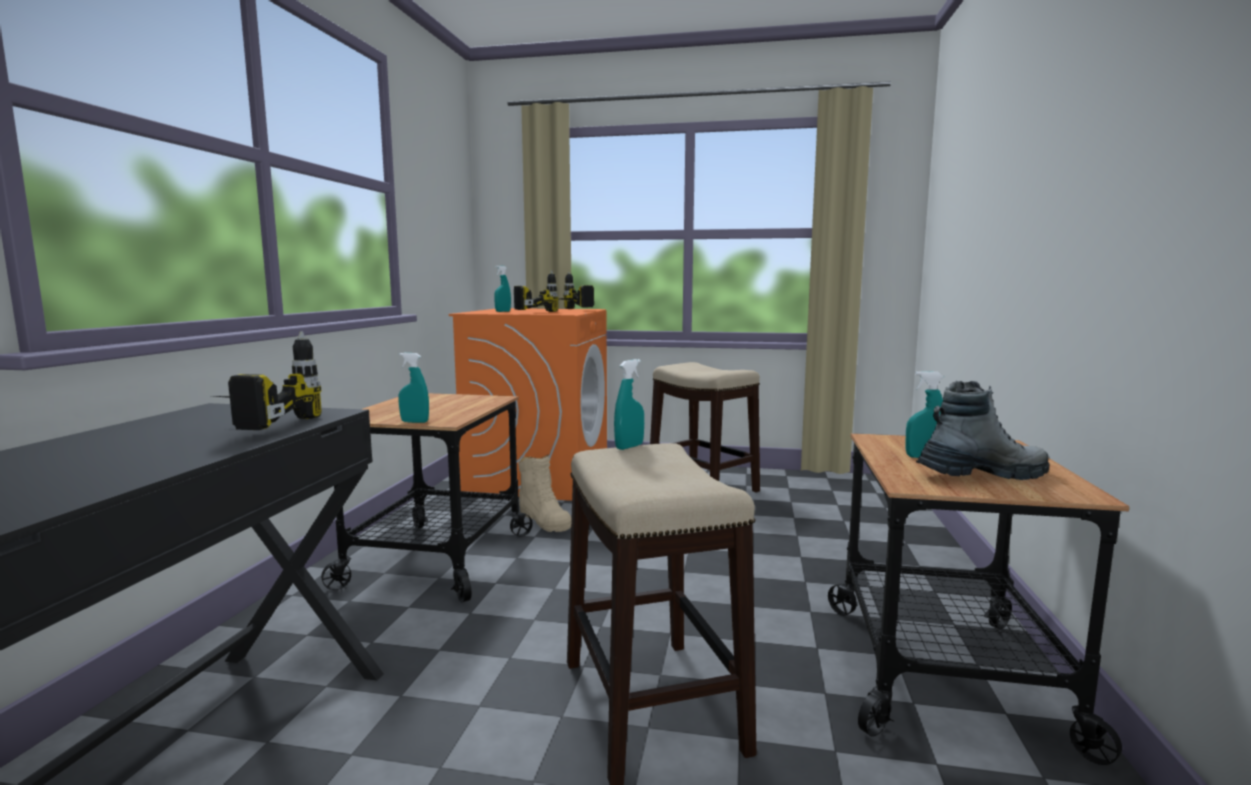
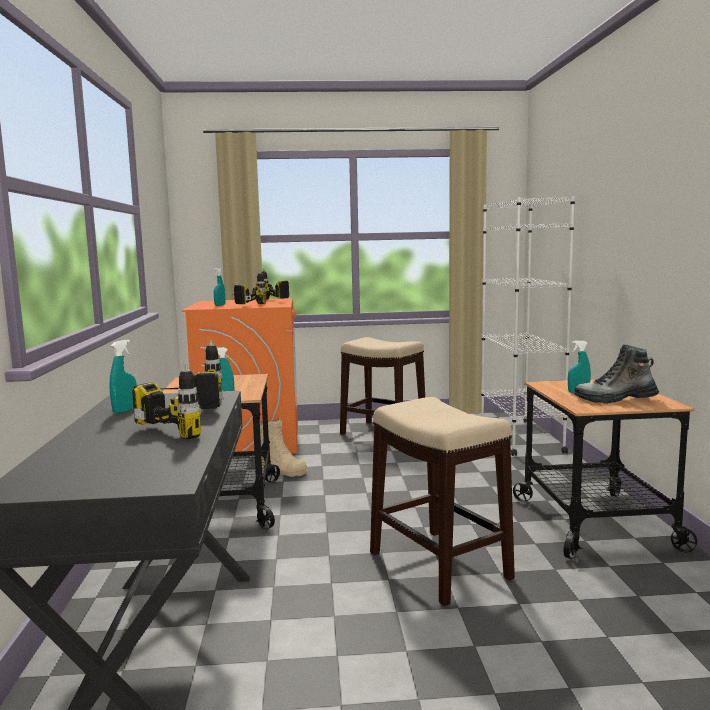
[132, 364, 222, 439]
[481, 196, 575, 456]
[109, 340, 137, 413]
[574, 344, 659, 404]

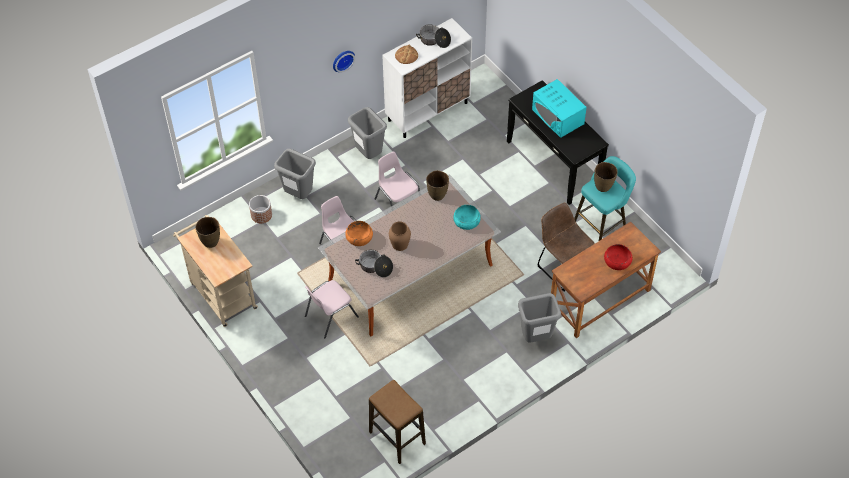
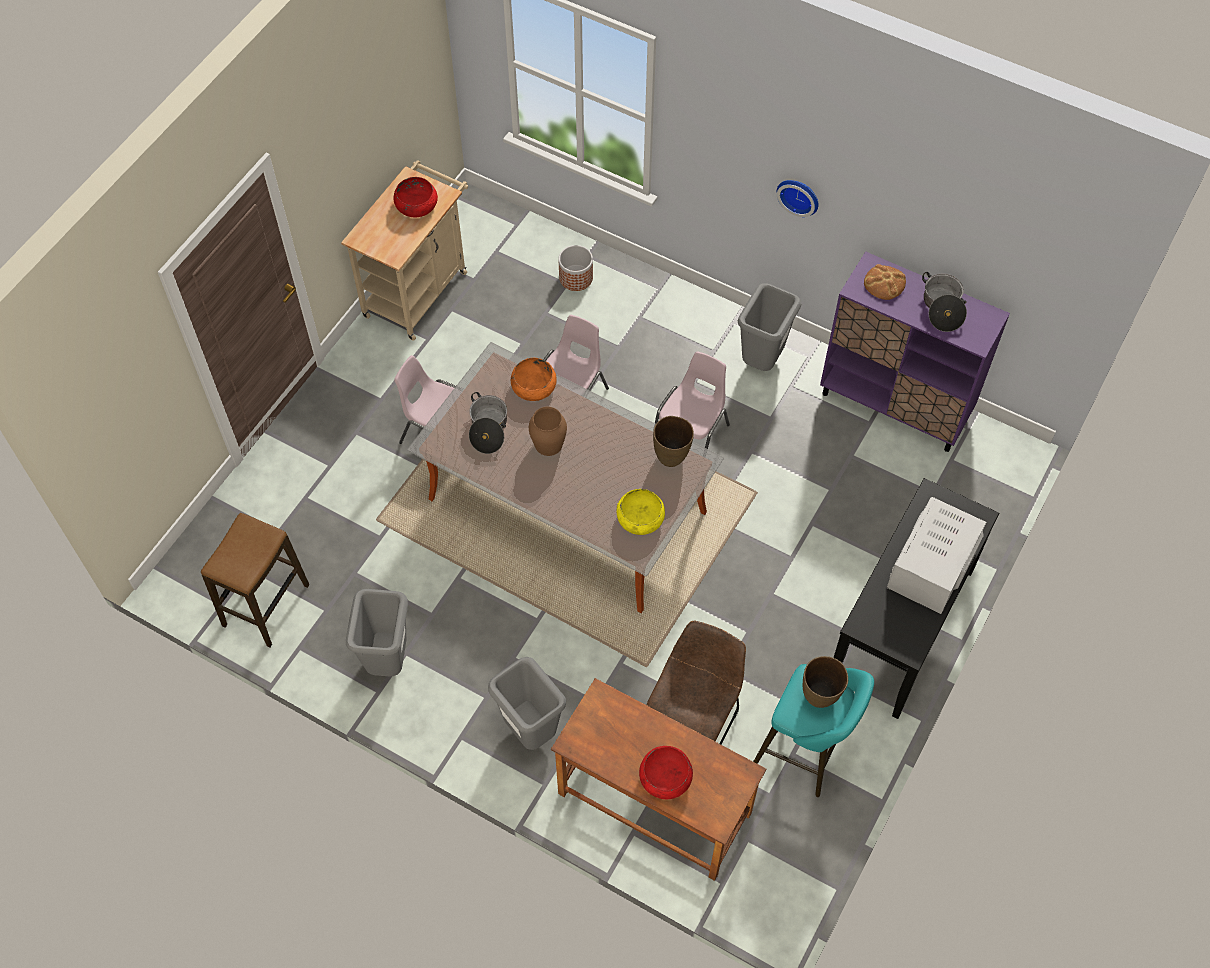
[346, 589, 408, 676]
[393, 177, 438, 217]
[820, 251, 1010, 452]
[617, 489, 665, 535]
[887, 497, 986, 614]

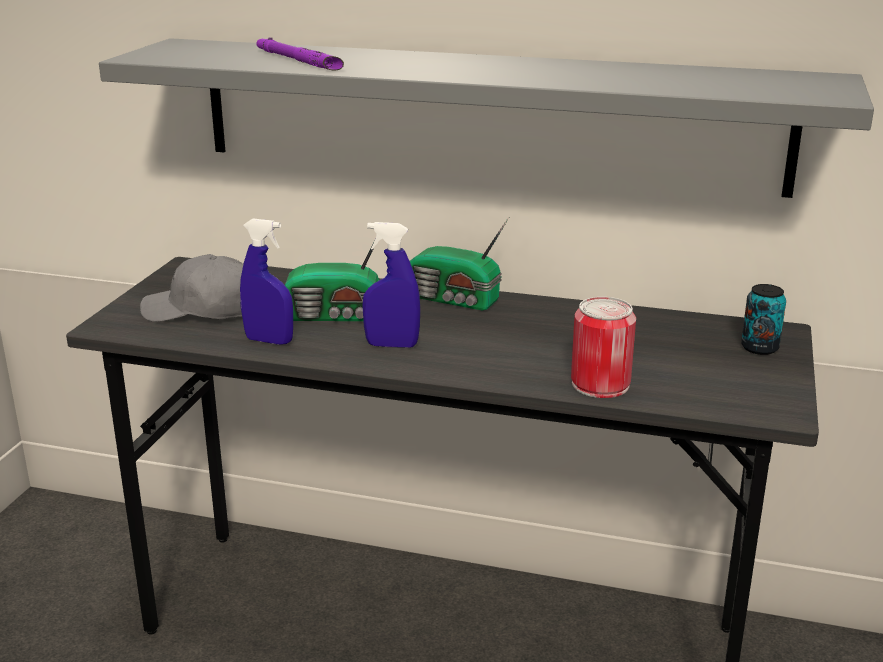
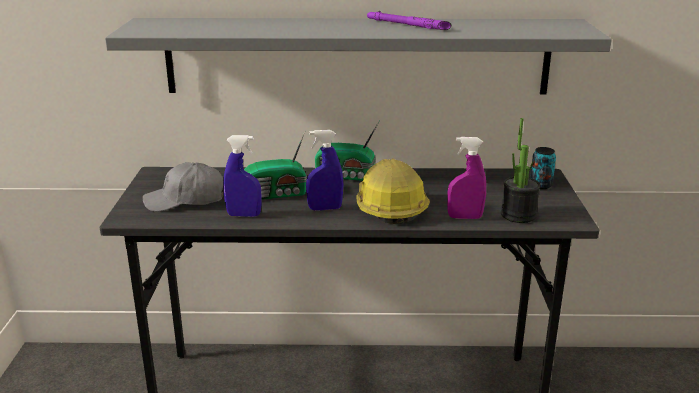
[356, 158, 430, 224]
[501, 118, 540, 223]
[367, 11, 451, 30]
[447, 137, 486, 219]

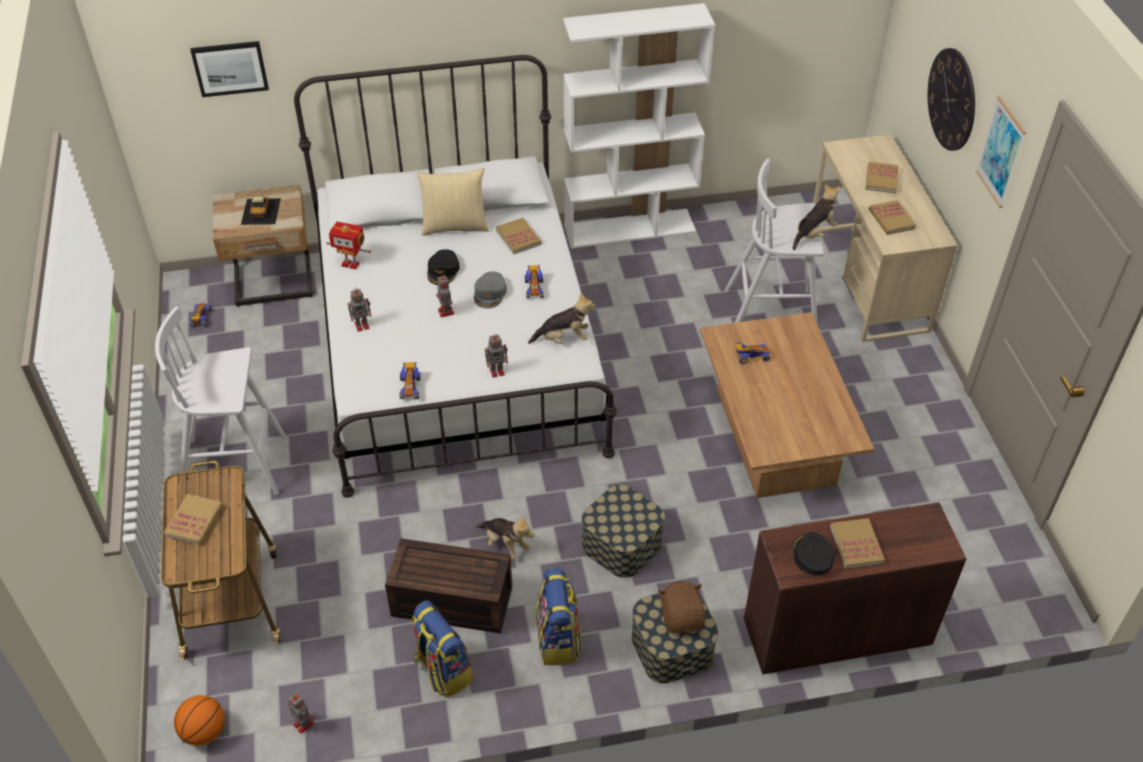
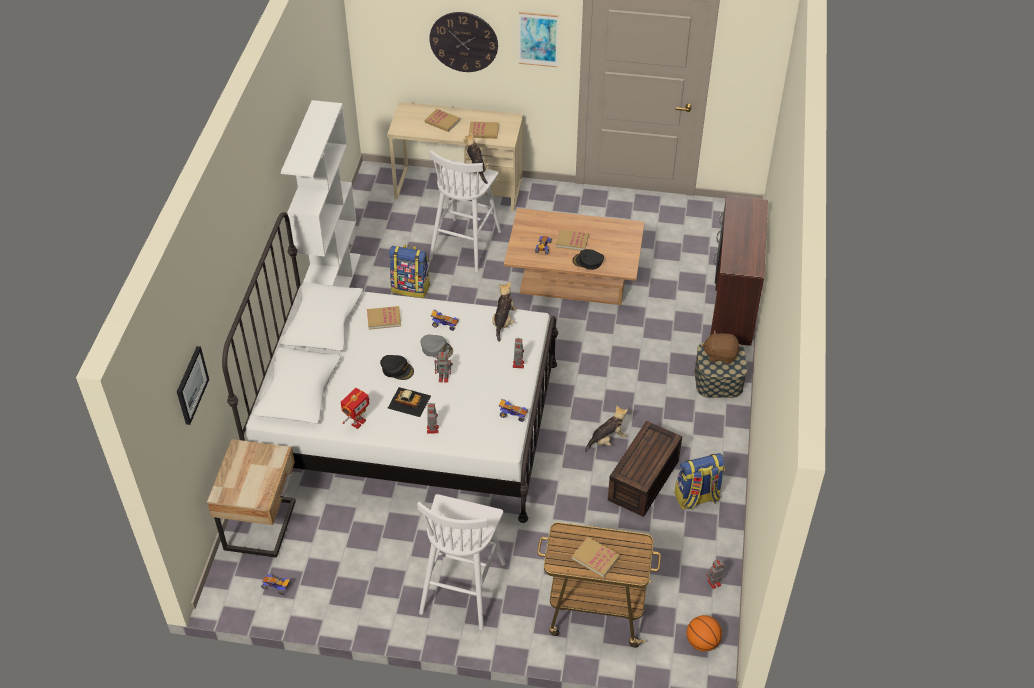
[417, 168, 489, 236] (first image)
[582, 485, 665, 578] (first image)
[388, 387, 431, 417]
[388, 245, 430, 298]
[573, 249, 604, 270]
[555, 229, 589, 250]

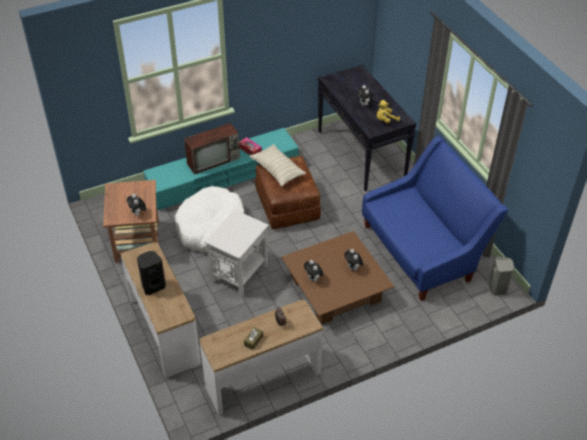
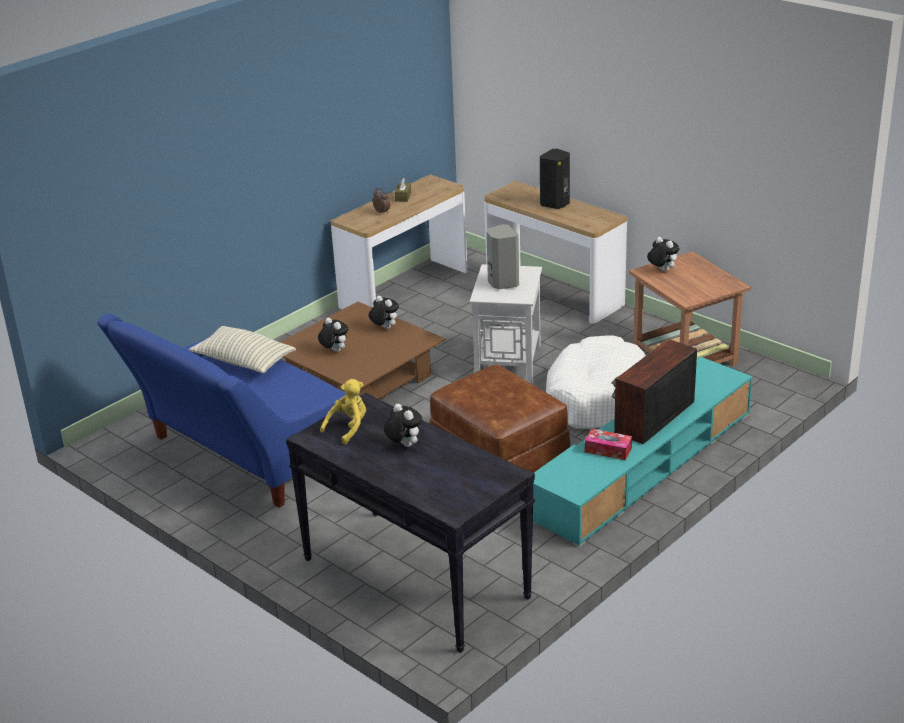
[189, 326, 296, 373]
[486, 224, 519, 289]

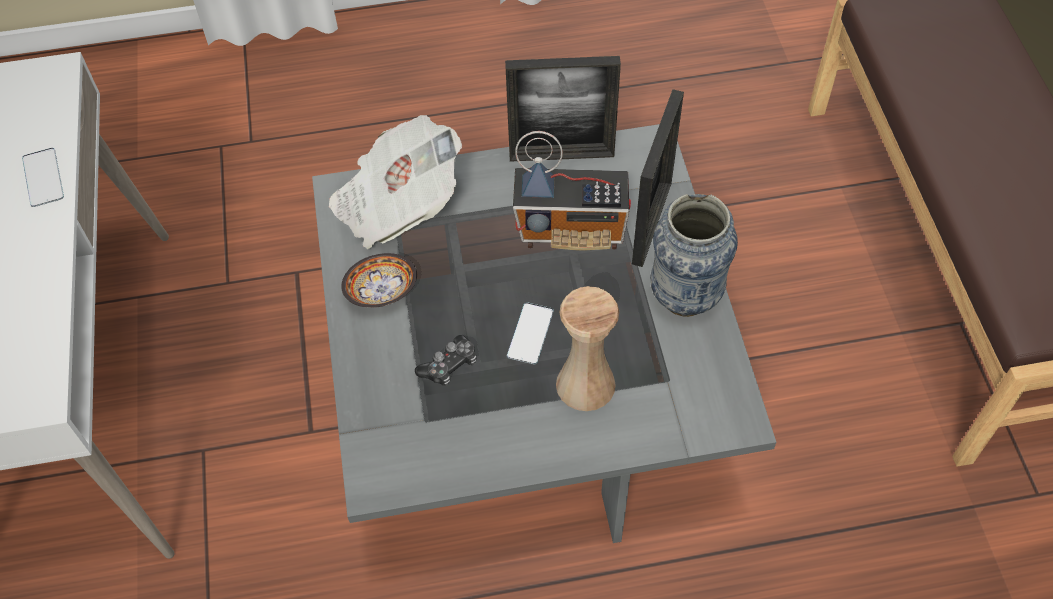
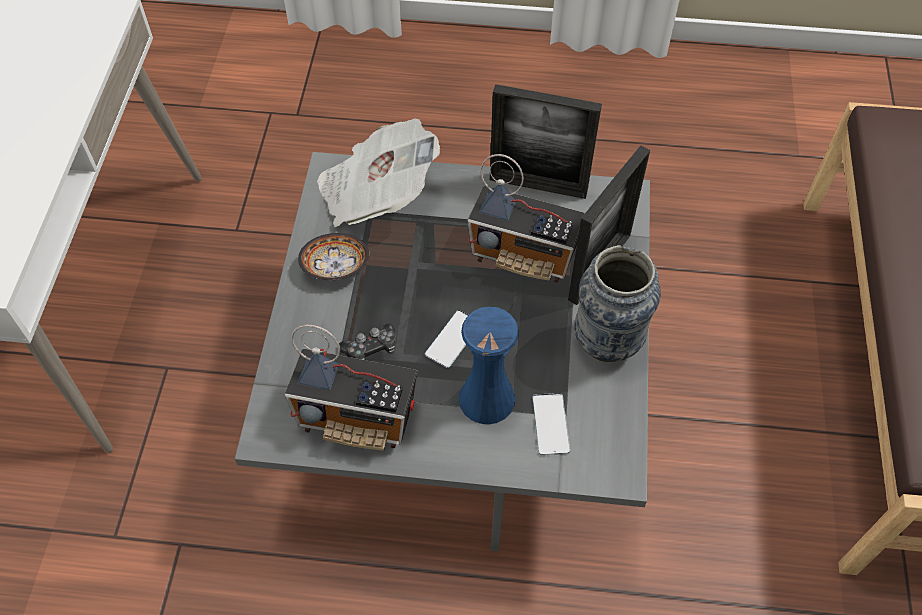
[285, 324, 418, 451]
[532, 393, 570, 455]
[459, 306, 519, 425]

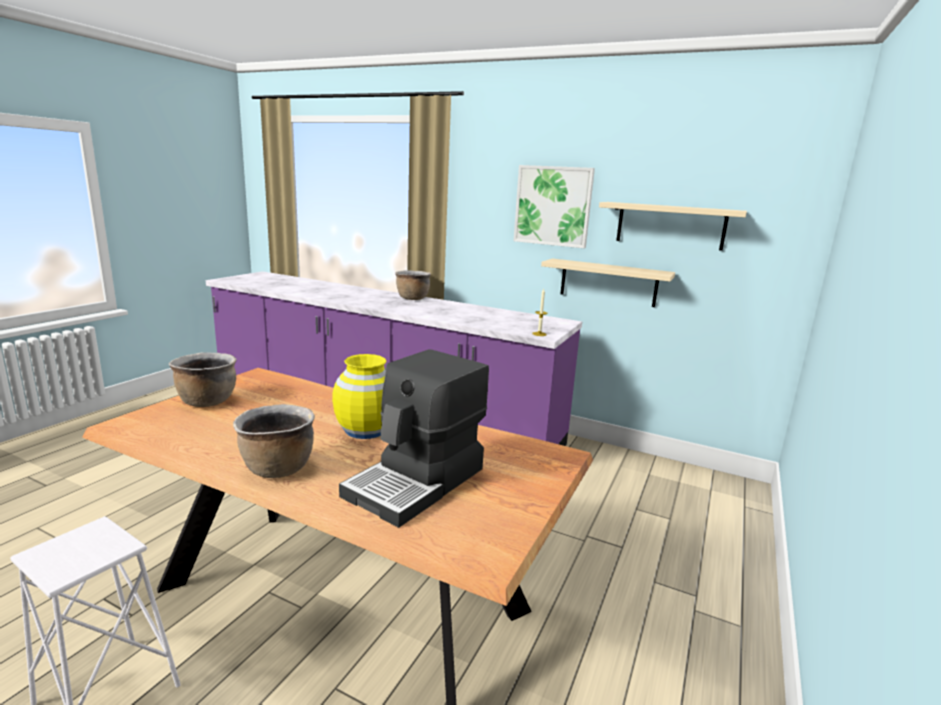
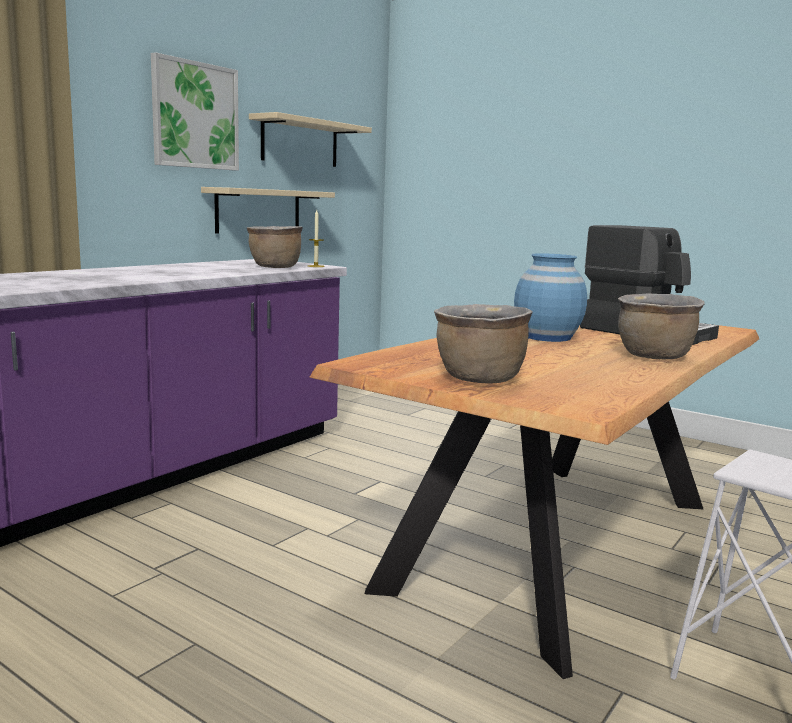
[247, 226, 303, 268]
[514, 253, 587, 342]

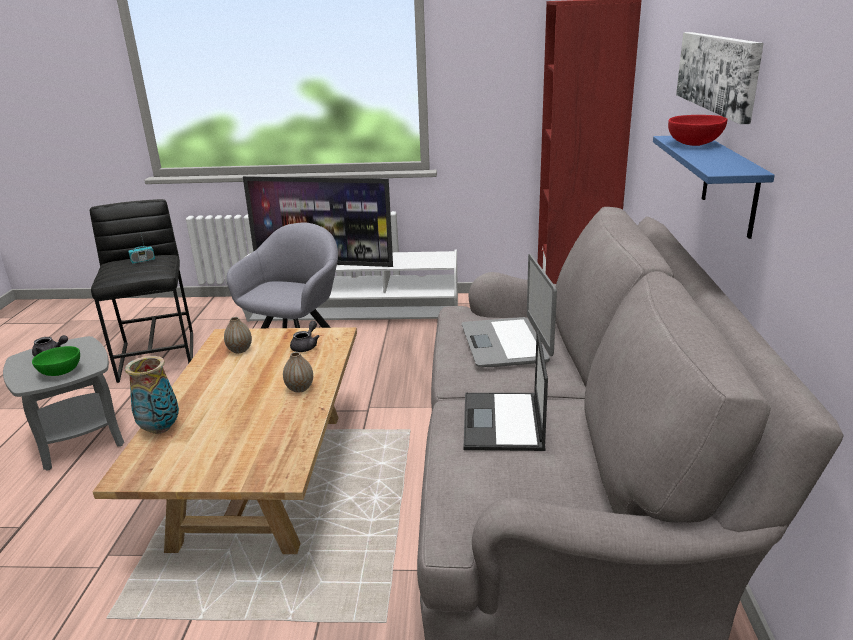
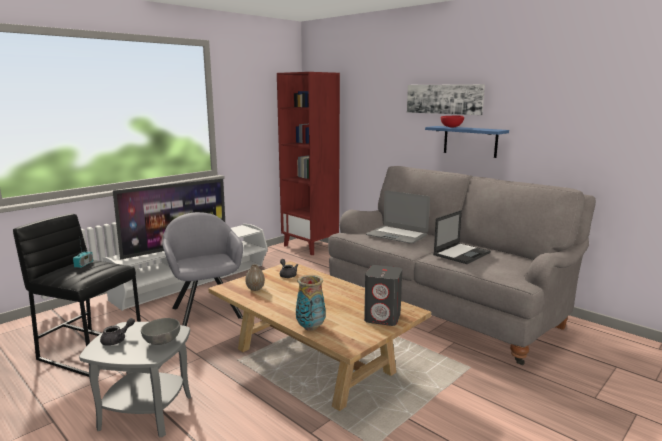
[283, 352, 313, 393] (first image)
[364, 265, 402, 326]
[141, 318, 180, 345]
[433, 210, 491, 264]

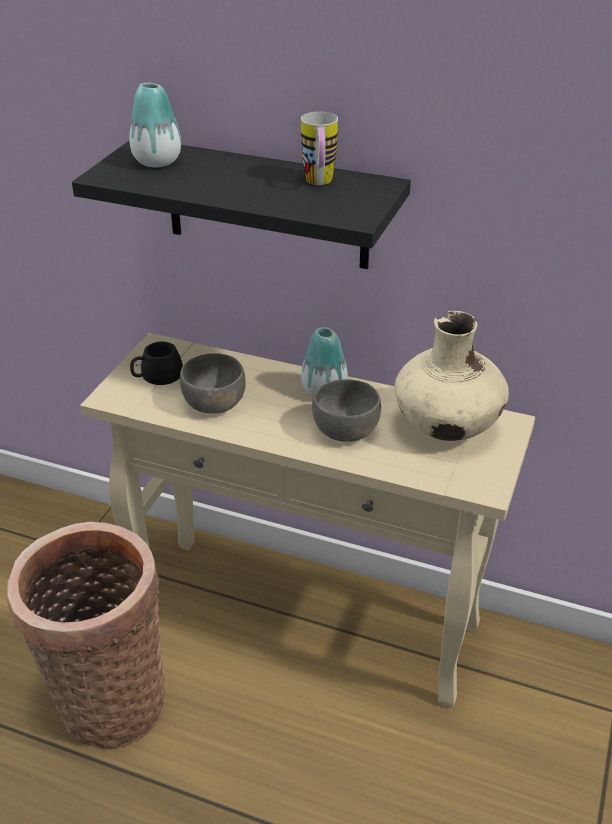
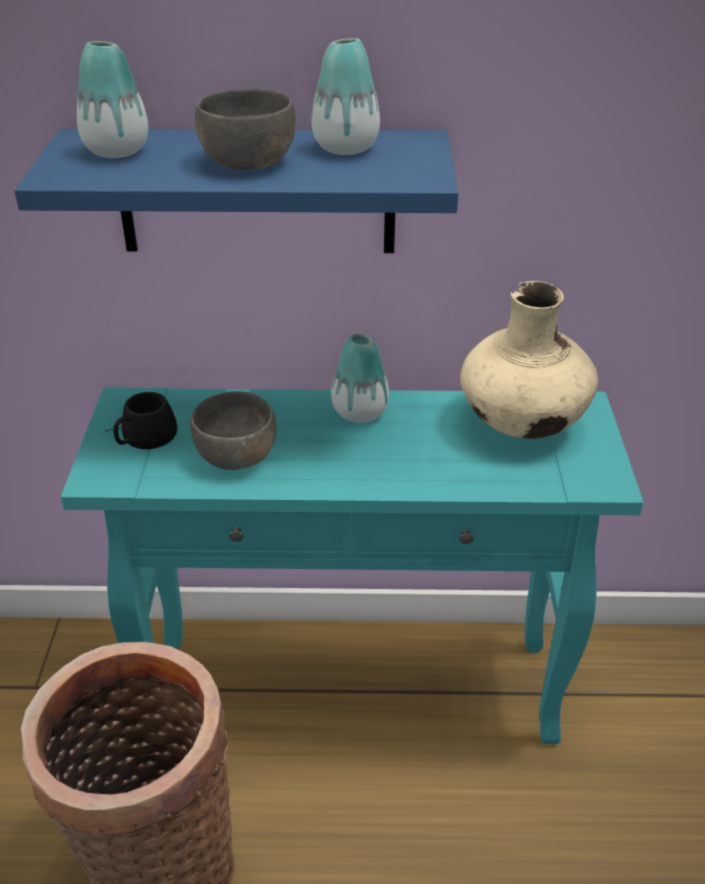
[195, 89, 296, 170]
[311, 38, 380, 155]
[14, 129, 459, 253]
[61, 387, 643, 744]

